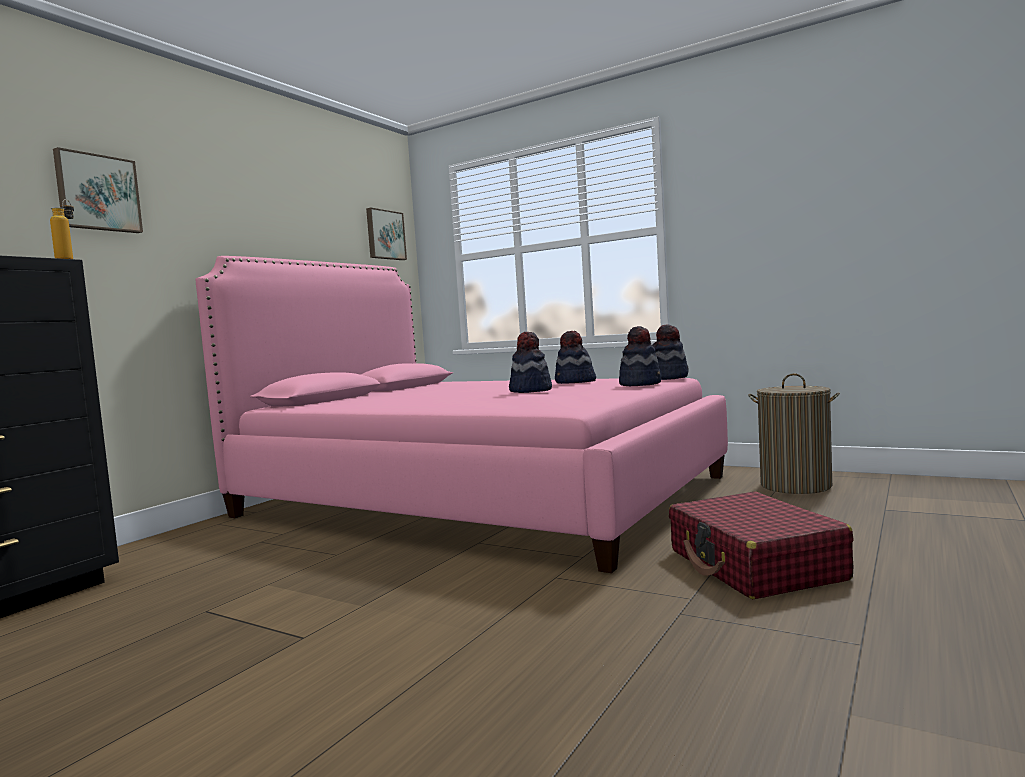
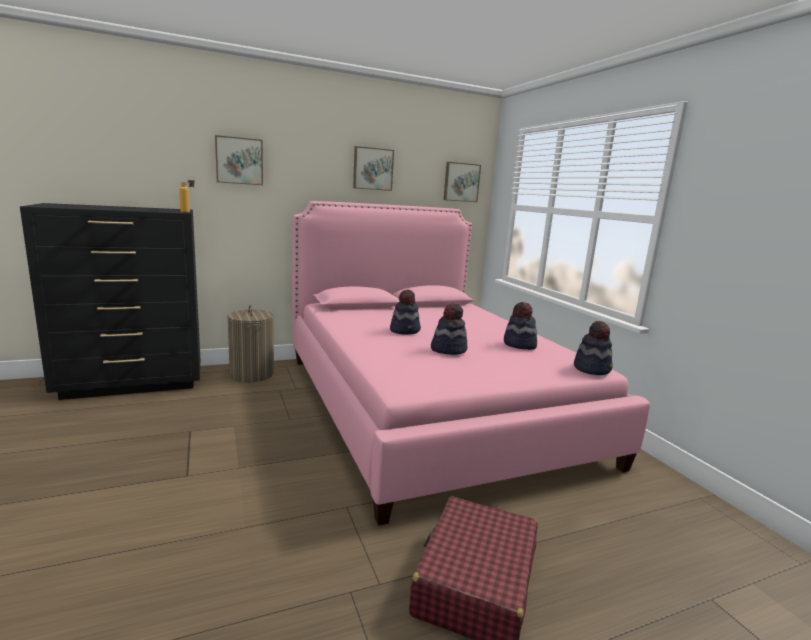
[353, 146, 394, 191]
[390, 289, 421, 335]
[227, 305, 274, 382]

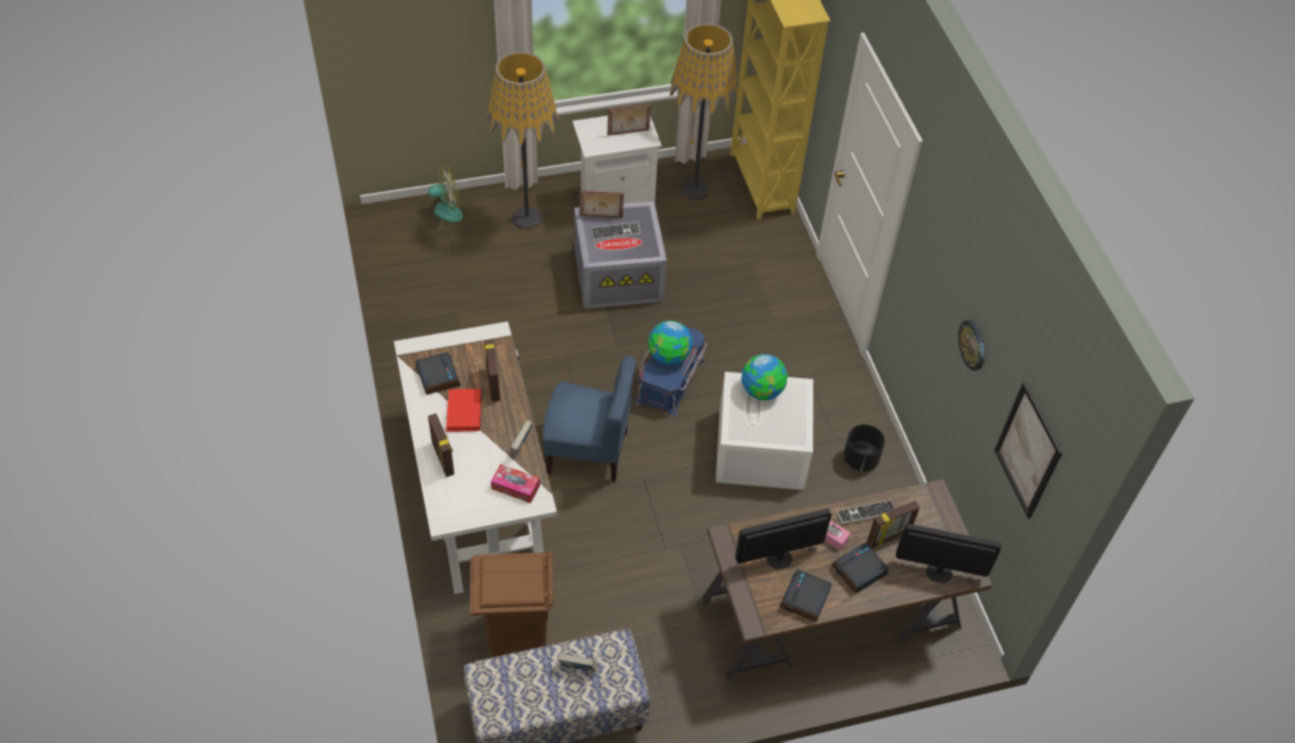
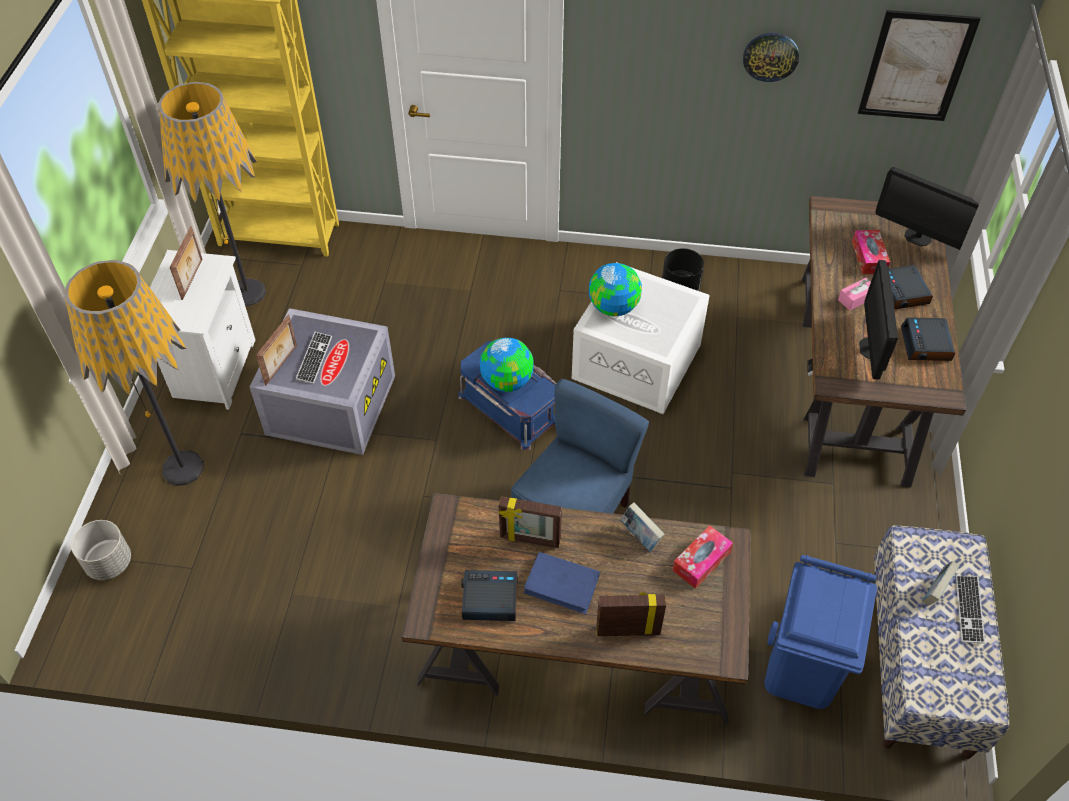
[956, 576, 985, 644]
[71, 520, 131, 580]
[852, 230, 890, 274]
[402, 493, 751, 725]
[524, 552, 600, 615]
[765, 555, 877, 709]
[901, 317, 955, 361]
[875, 167, 979, 250]

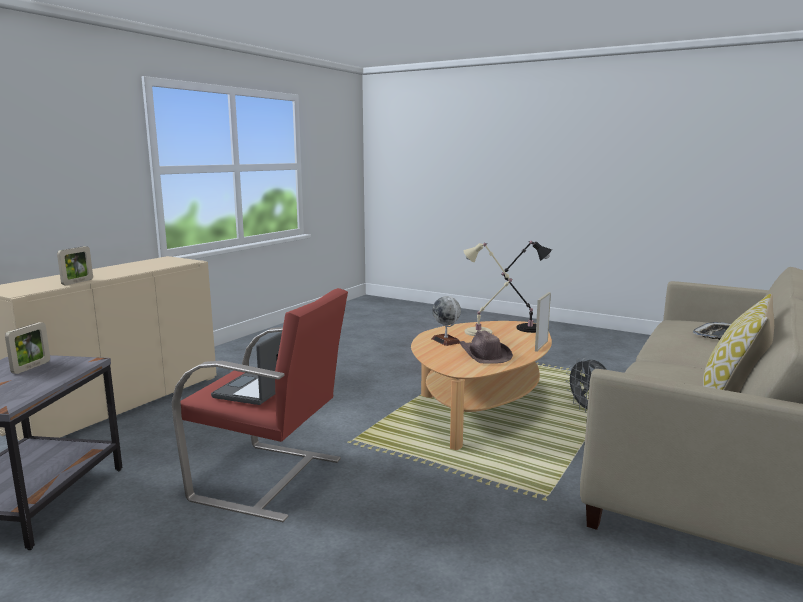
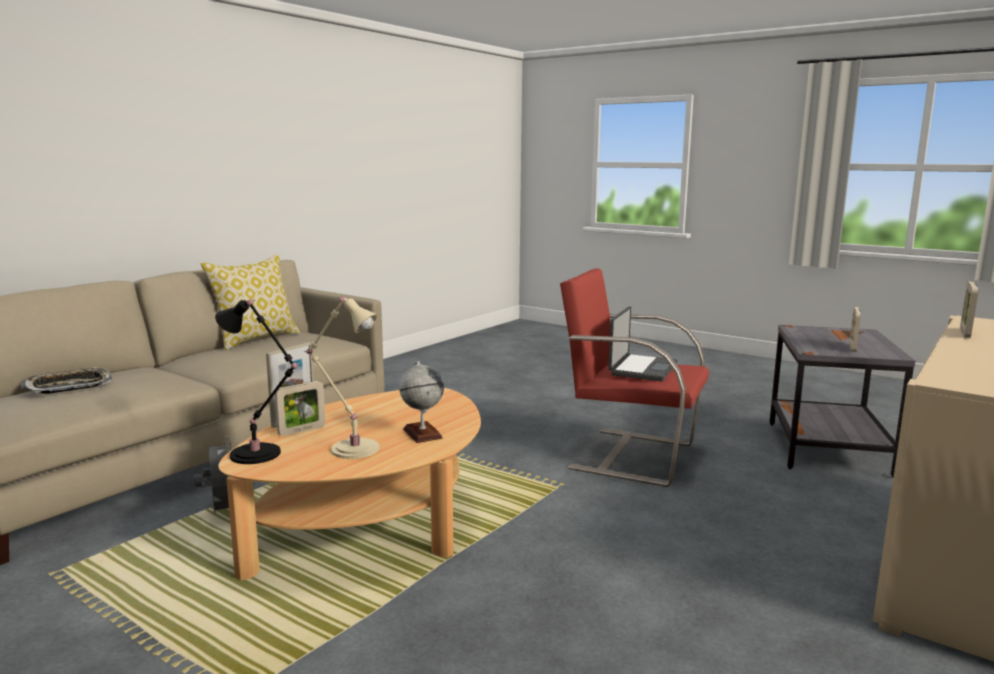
[460, 331, 513, 364] (first image)
[275, 381, 325, 436]

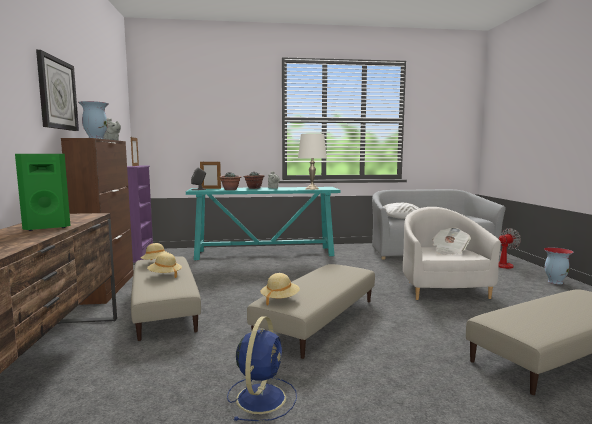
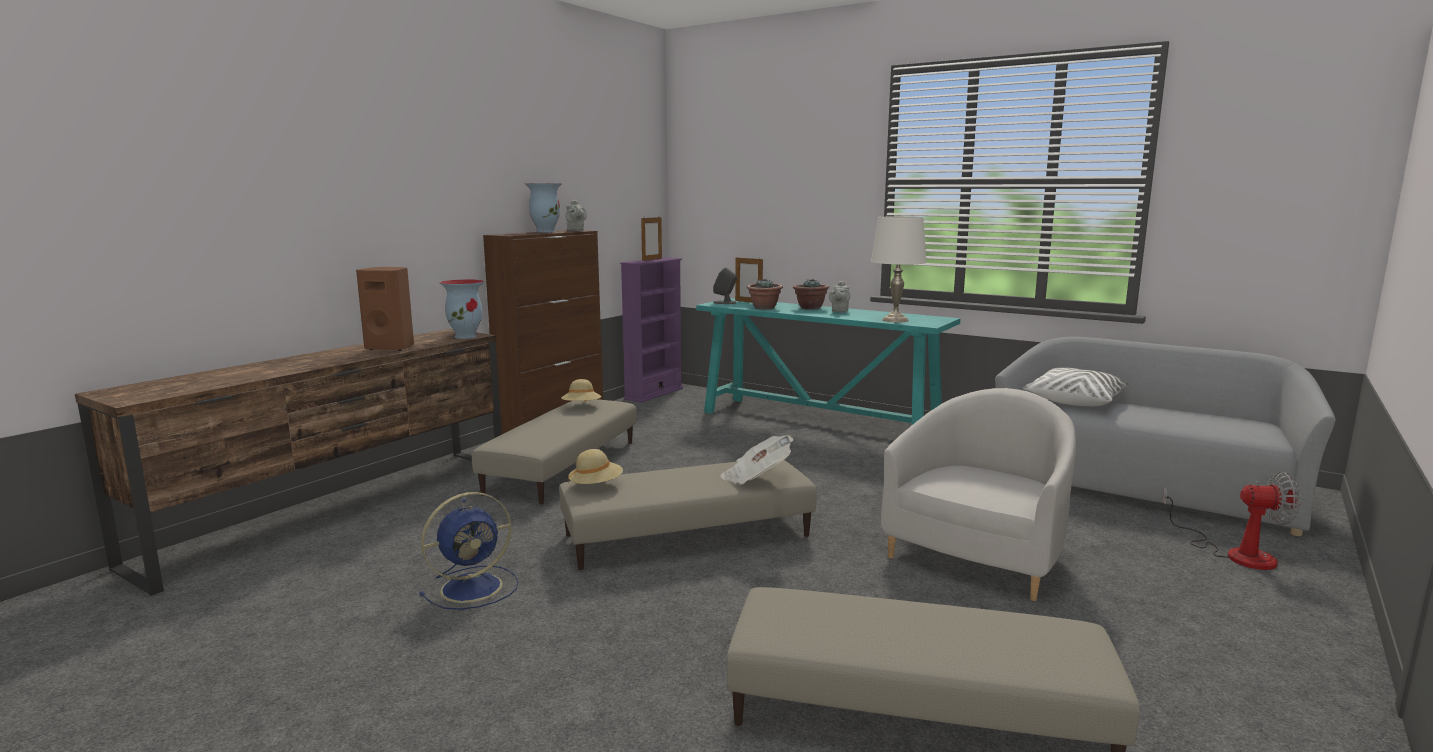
[36, 50, 79, 131] (first image)
[147, 253, 182, 278] (first image)
[720, 435, 794, 485]
[440, 279, 484, 339]
[356, 267, 414, 351]

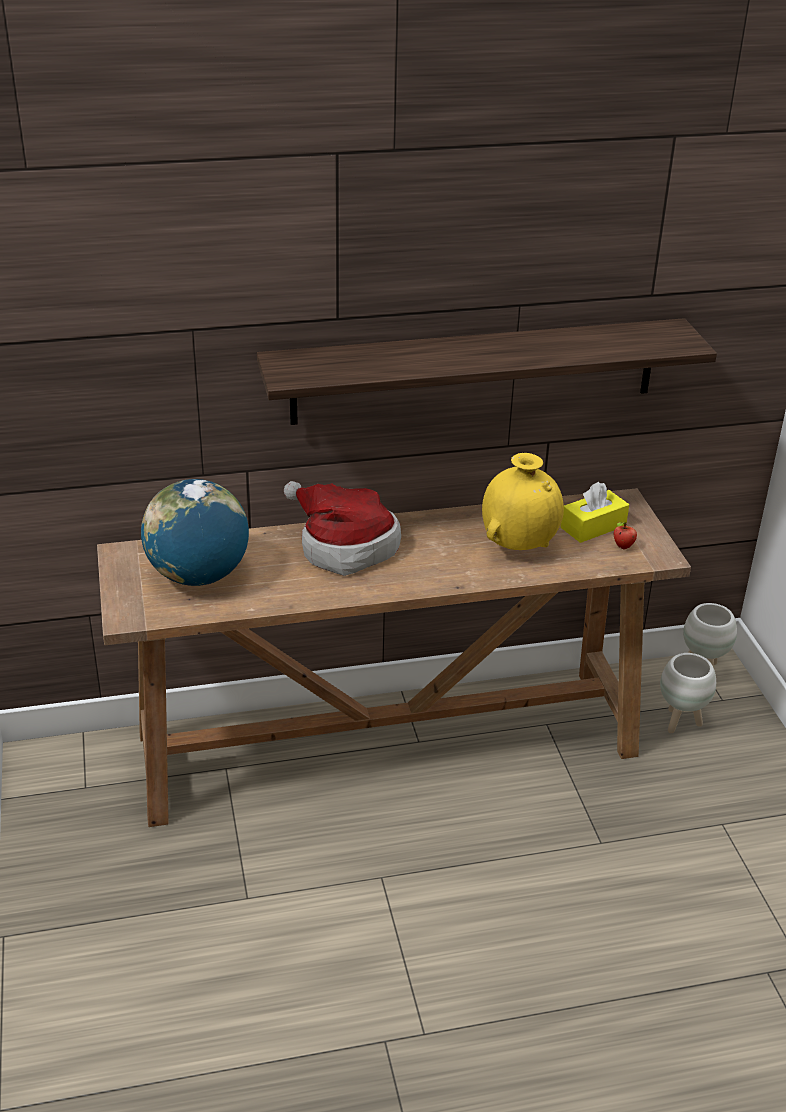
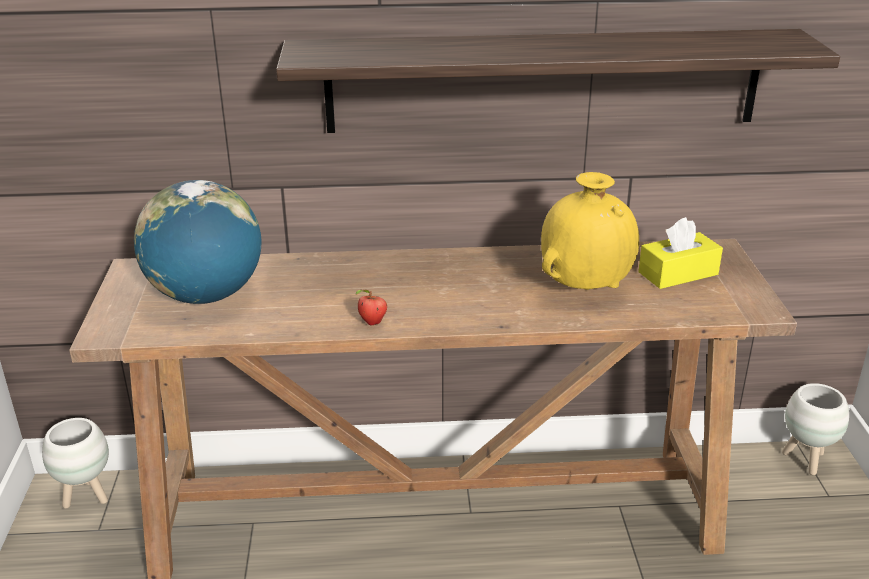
[284, 481, 401, 576] (first image)
[356, 290, 387, 326]
[42, 418, 109, 509]

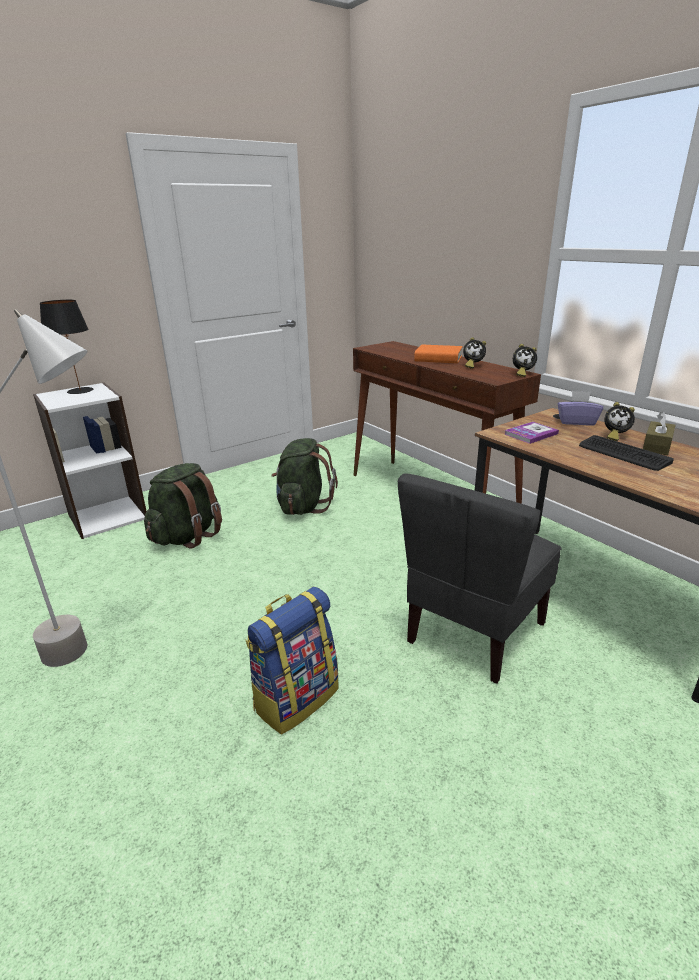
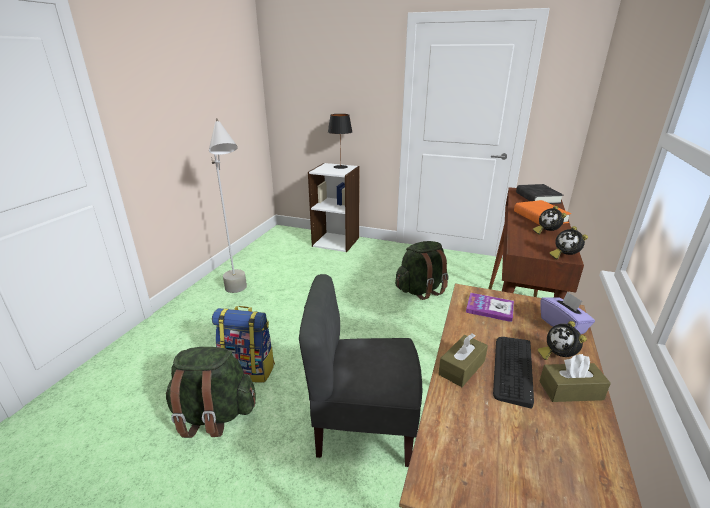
[438, 333, 488, 387]
[516, 184, 564, 204]
[165, 347, 256, 438]

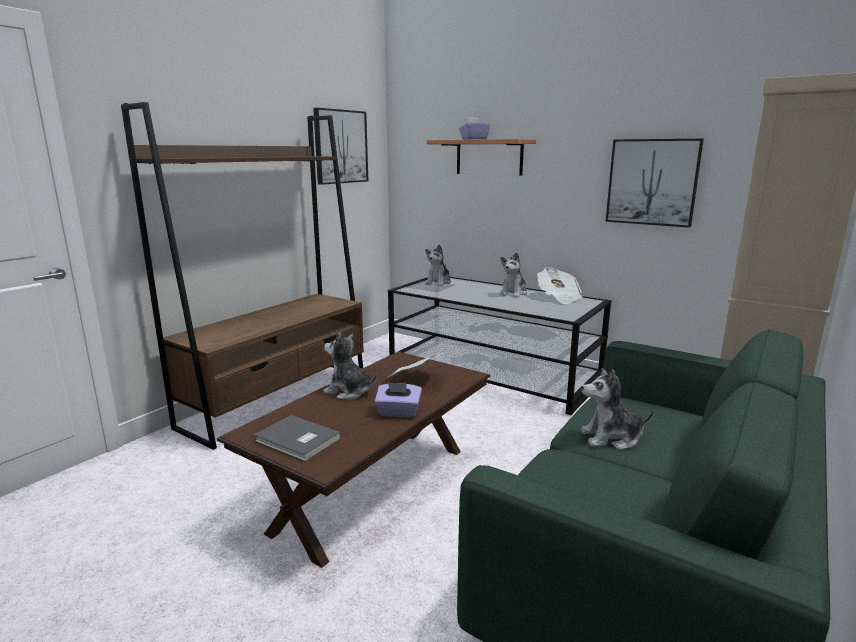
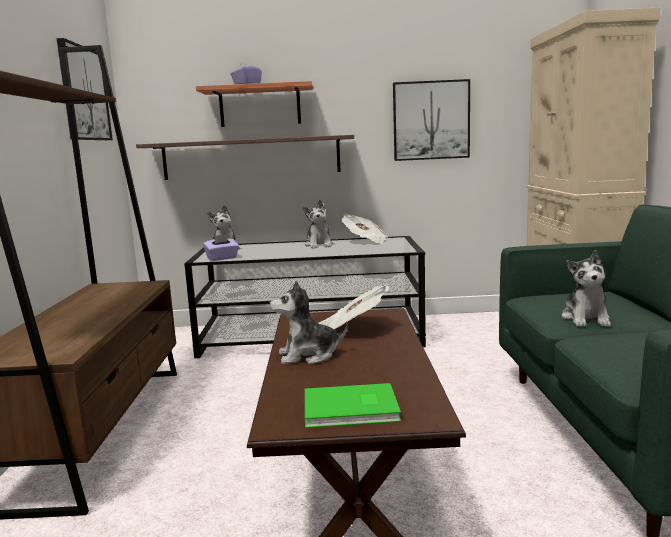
[136, 135, 354, 180]
[203, 234, 239, 261]
[305, 383, 401, 428]
[562, 250, 611, 326]

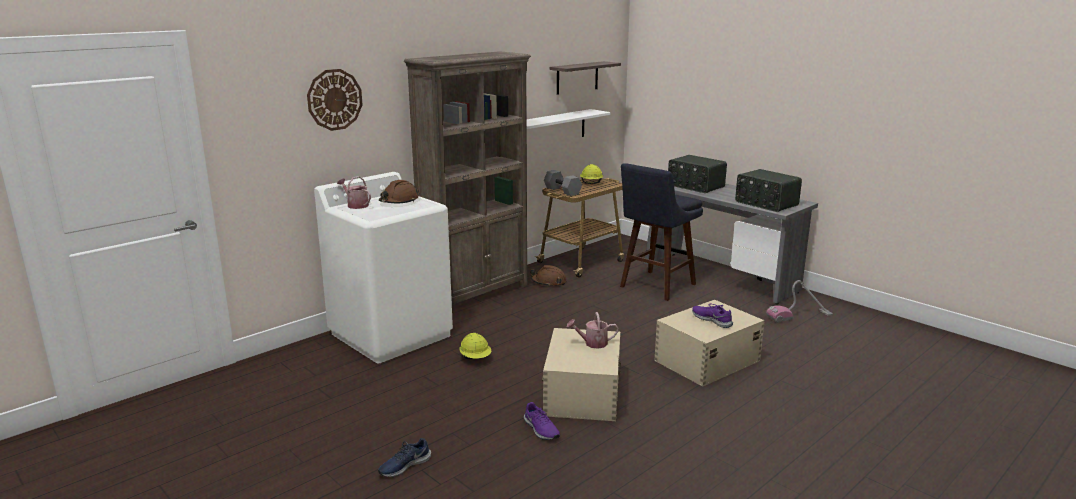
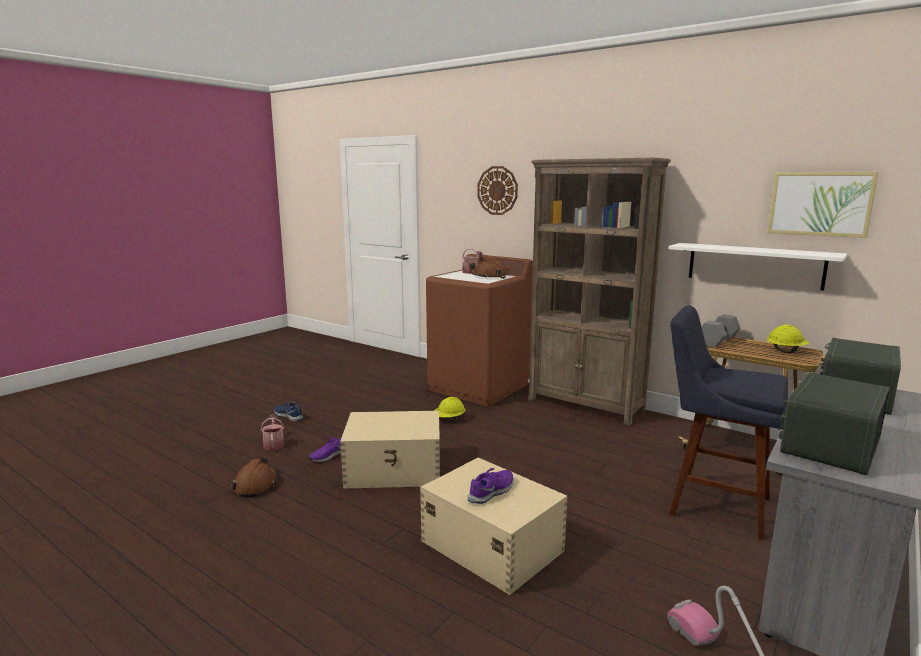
[232, 457, 277, 497]
[261, 415, 284, 450]
[767, 172, 878, 238]
[426, 254, 533, 406]

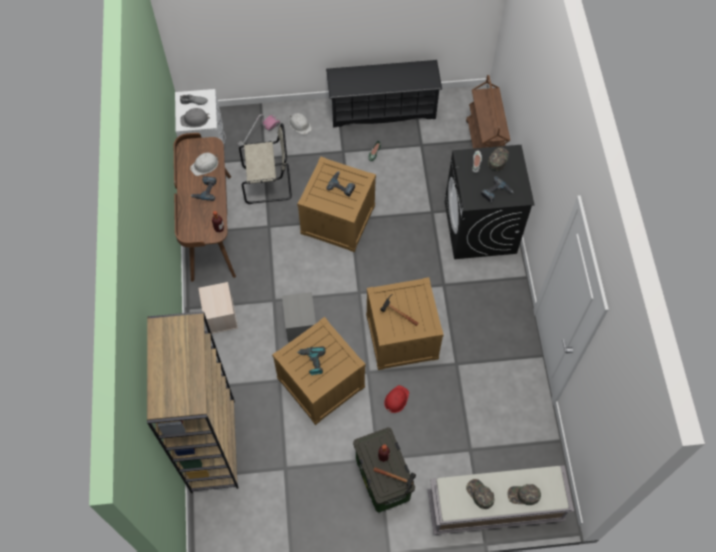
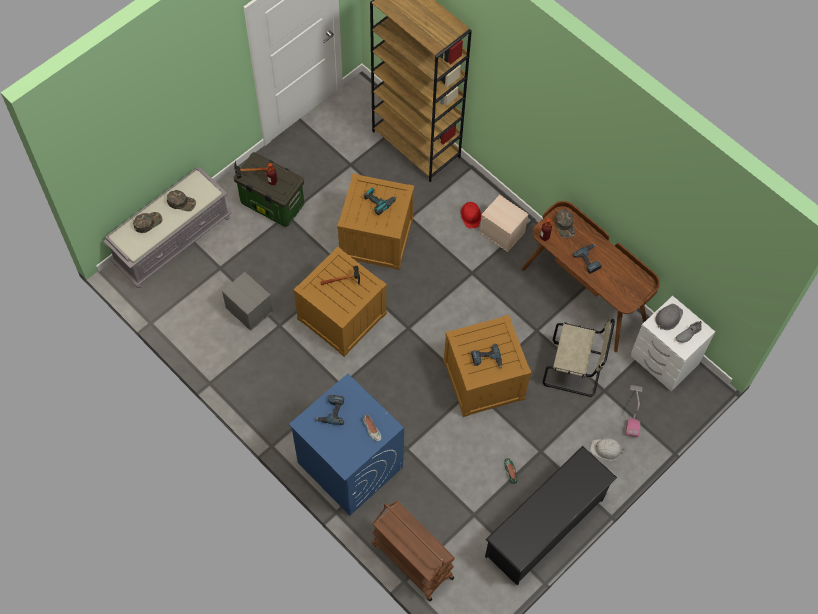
[190, 153, 218, 176] (first image)
[222, 272, 273, 331]
[460, 202, 481, 228]
[555, 209, 576, 238]
[289, 374, 404, 515]
[542, 319, 615, 397]

